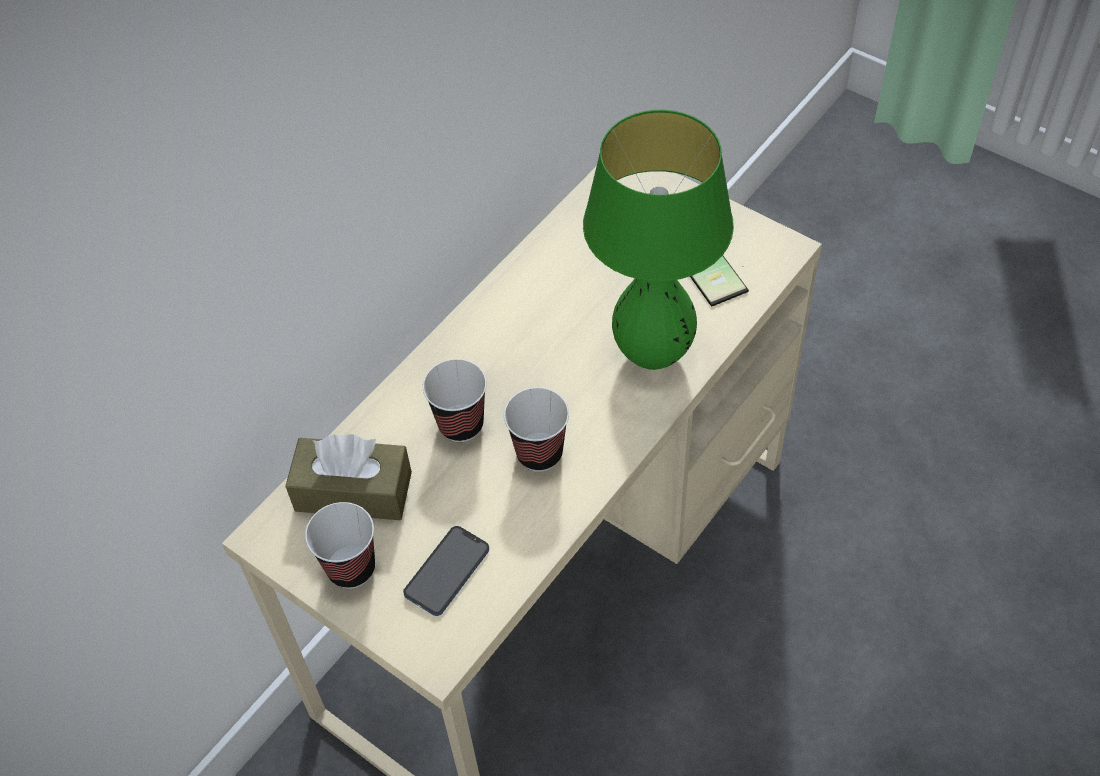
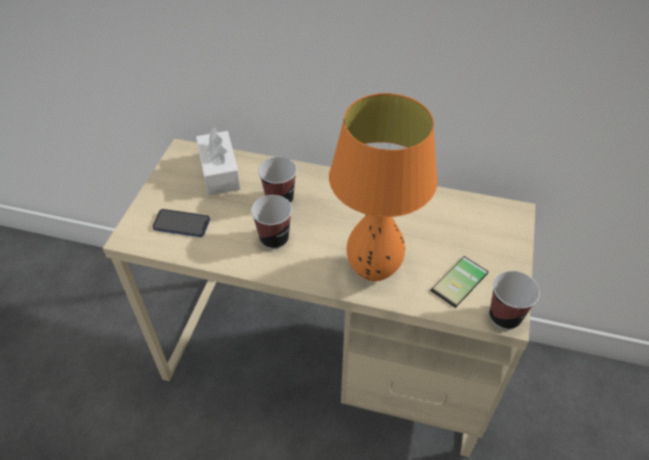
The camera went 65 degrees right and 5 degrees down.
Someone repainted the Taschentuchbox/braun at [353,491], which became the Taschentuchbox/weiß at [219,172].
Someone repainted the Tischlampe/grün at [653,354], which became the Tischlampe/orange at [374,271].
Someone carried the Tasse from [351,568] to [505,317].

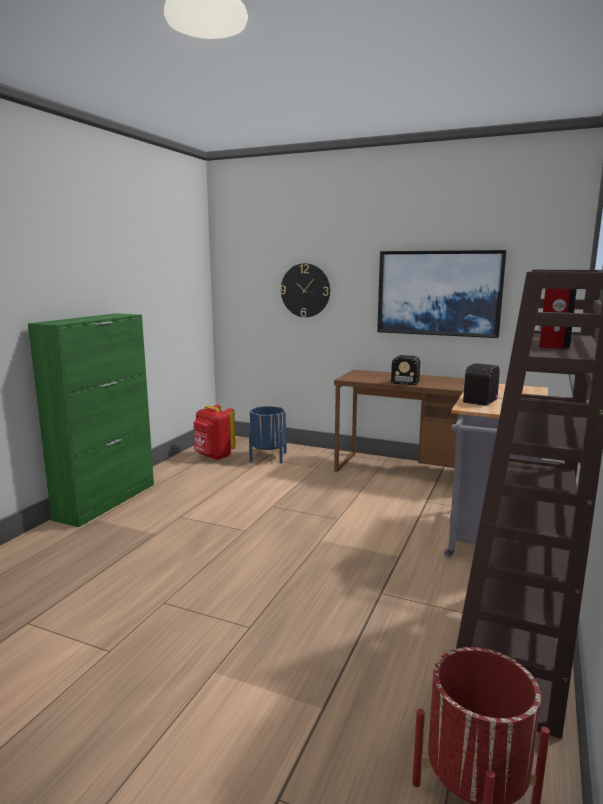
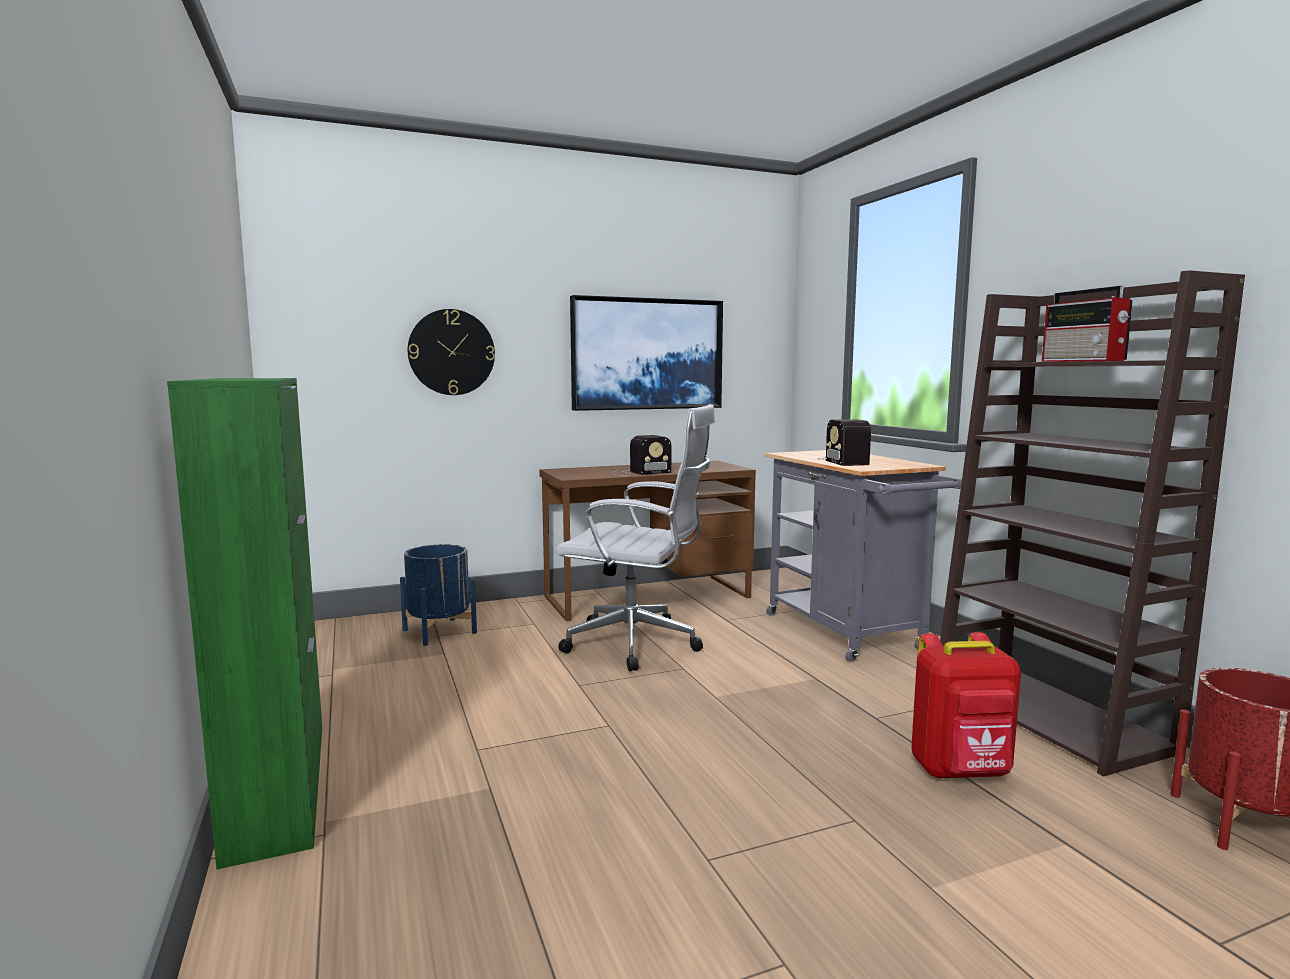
The camera went 45 degrees left and 5 degrees down.
Someone put down the Bürostuhl/weiß at [638,644].
Someone carried the Rucksack/rot from [214,456] to [961,772].

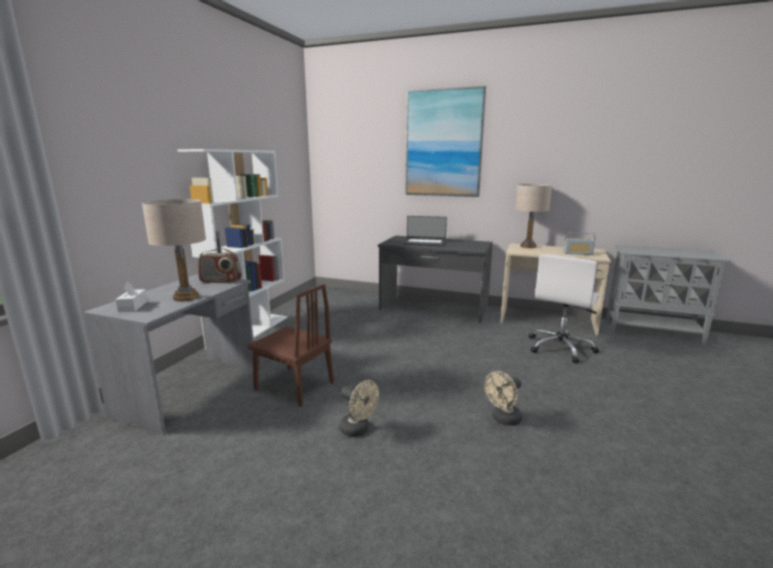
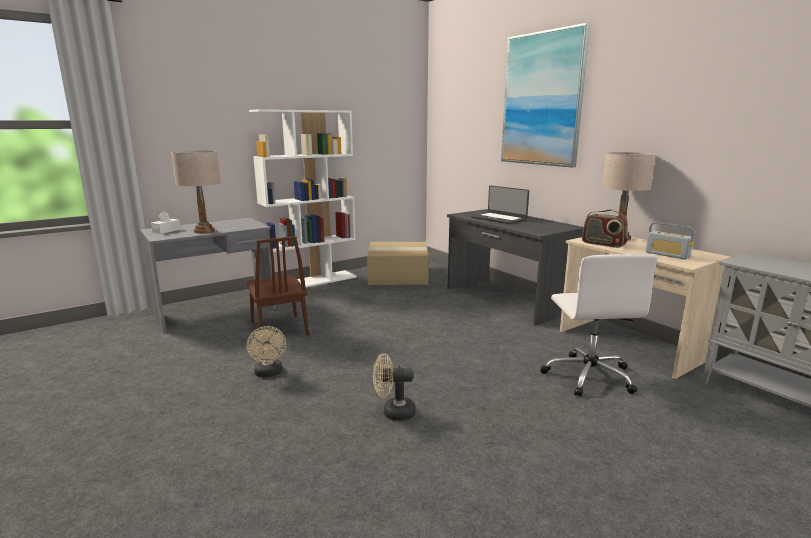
The camera went 35 degrees right and 0 degrees up.
Someone put down the Karton at [397,276].
Someone rotated the Bürostuhl/weiß at [560,348] by 75 degrees counterclockwise.
Someone carried the Radio from [220,281] to [603,244].

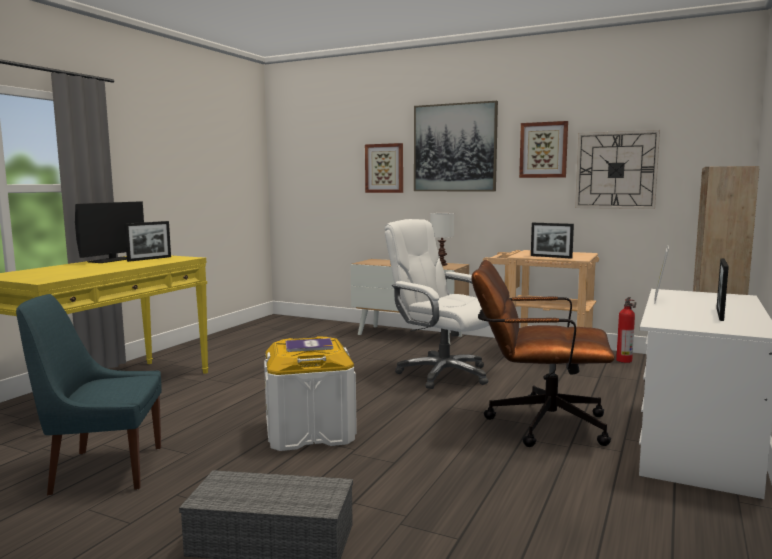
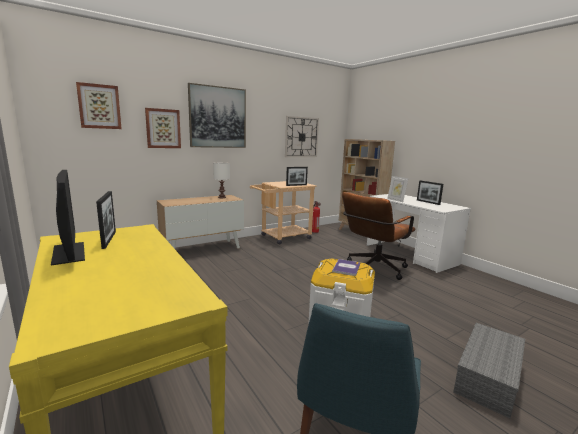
The camera went 60 degrees left and 5 degrees up.
Someone carried the Bild from [543,150] to [99,106].
Someone took away the Bürostuhl/weiß at [443,374].

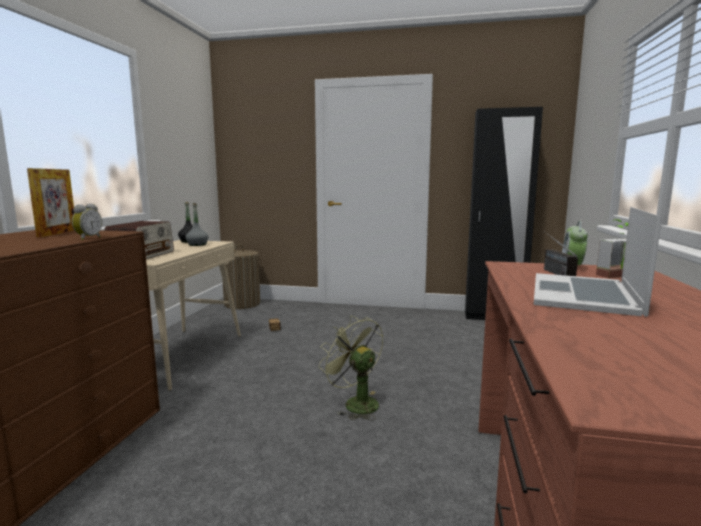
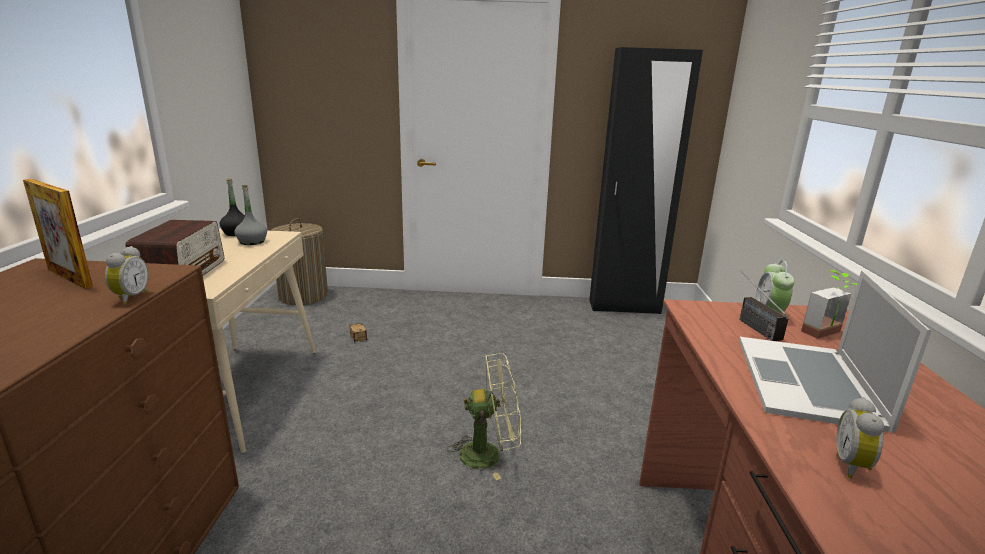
The camera went 10 degrees left and 10 degrees up.
Someone rotated the Bilderrahmen at [57,233] by 135 degrees clockwise.
Someone rotated the Ventilator/grün at [355,403] by 135 degrees clockwise.
Someone put down the Wecker at [853,466].

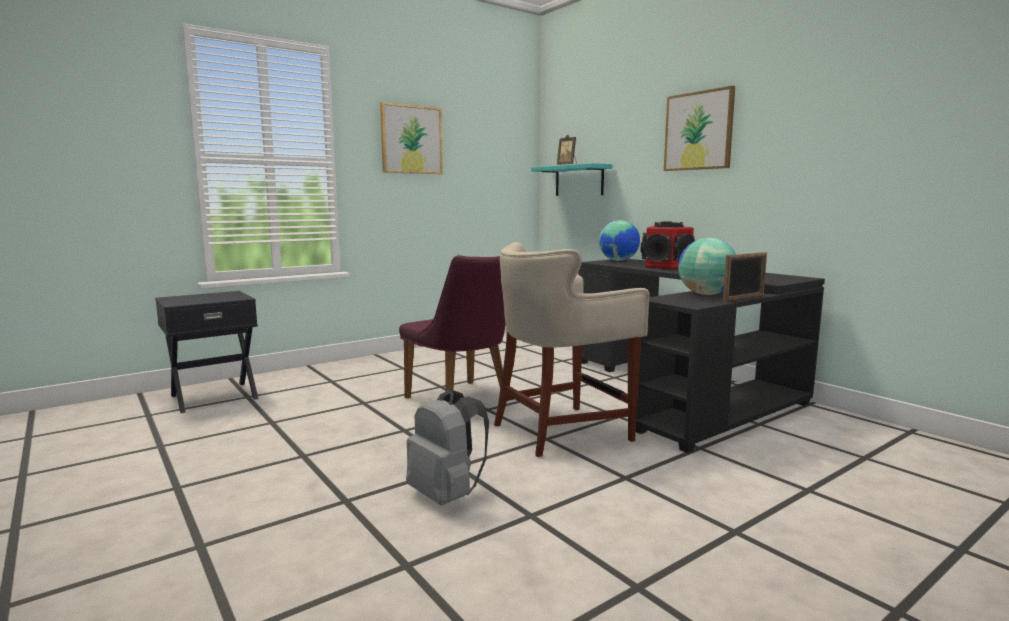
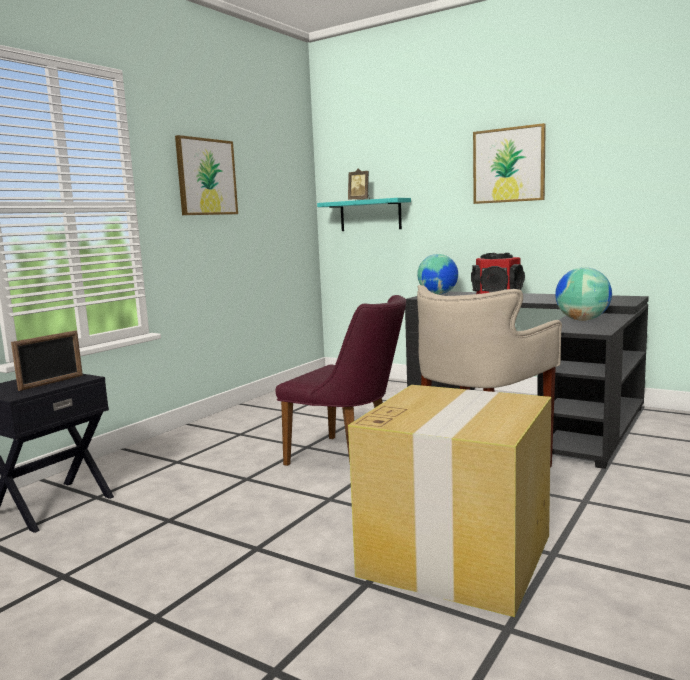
The camera went 20 degrees left and 0 degrees up.
Someone carried the Bilderrahmen from [743,299] to [51,382].
Someone swapped the Rucksack/grau at [447,495] for the Karton at [457,554].

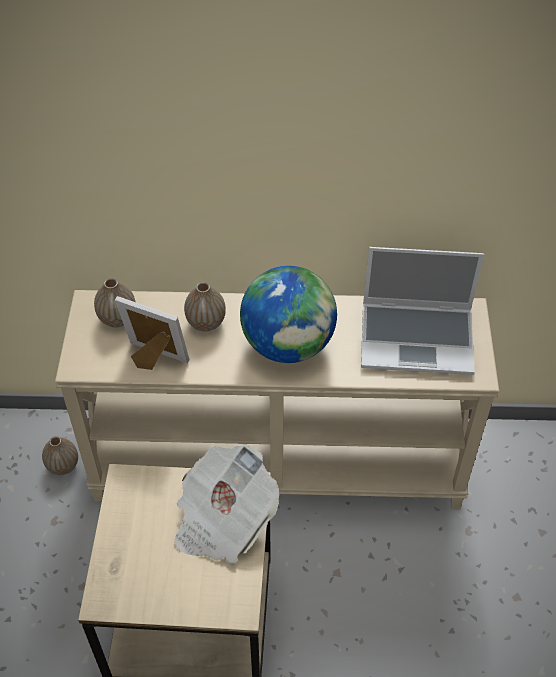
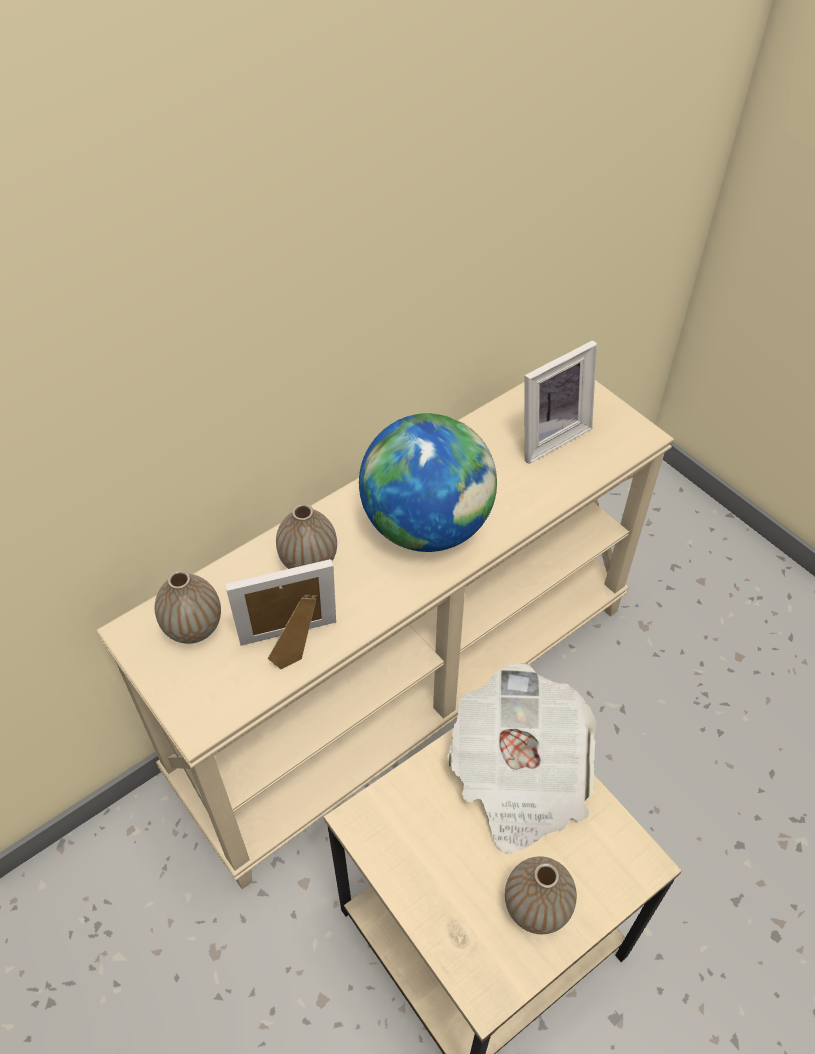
The camera went 40 degrees left and 0 degrees up.
Someone carried the Vase from [63,466] to [536,907].
Someone swapped the Laptop at [418,338] for the Bilderrahmen at [548,435].

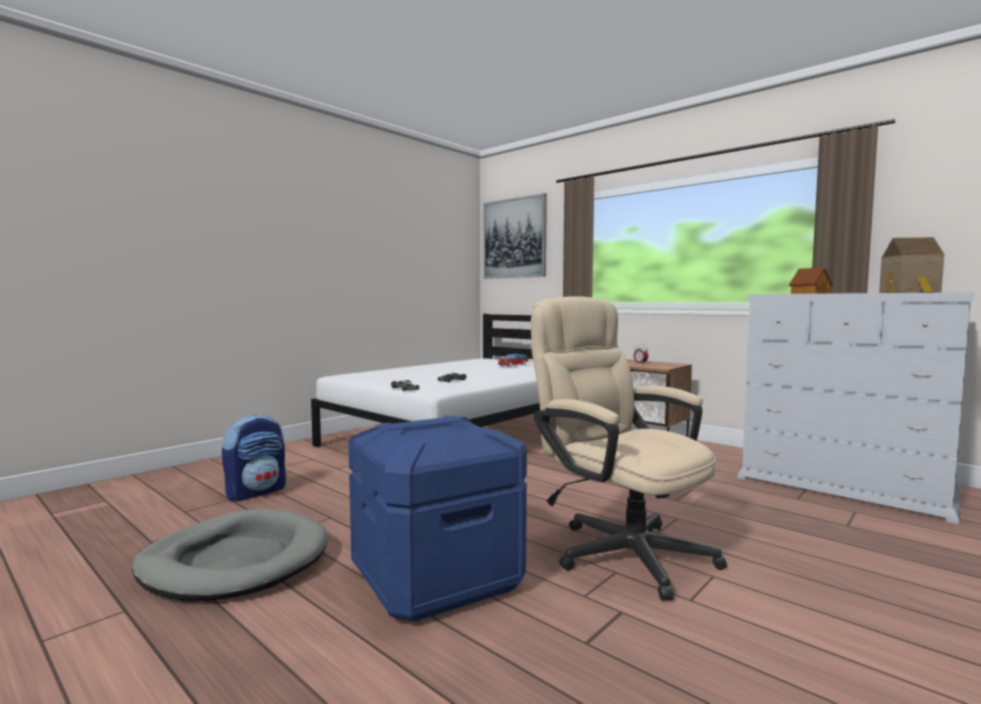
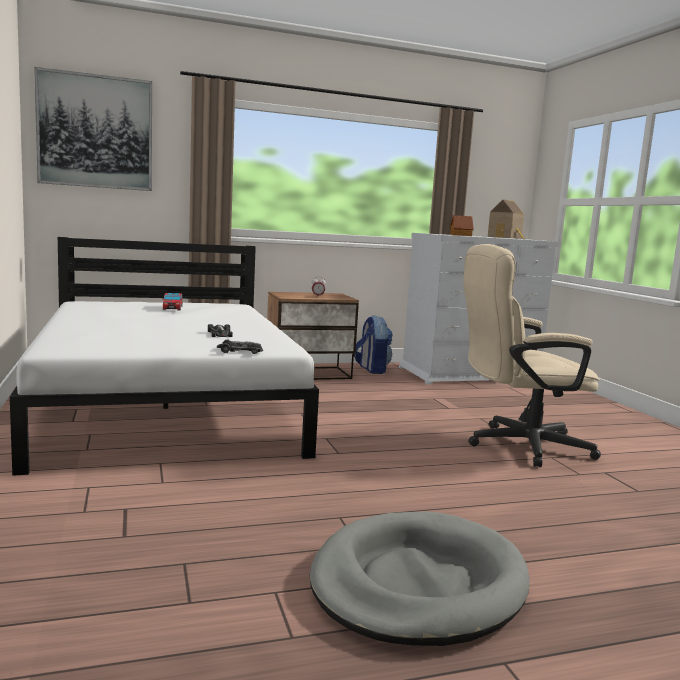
The camera went 60 degrees left and 5 degrees up.
Someone carried the Rucksack from [256,492] to [371,369].
Someone took away the Aufbewahrungsbox/blau at [436,578].

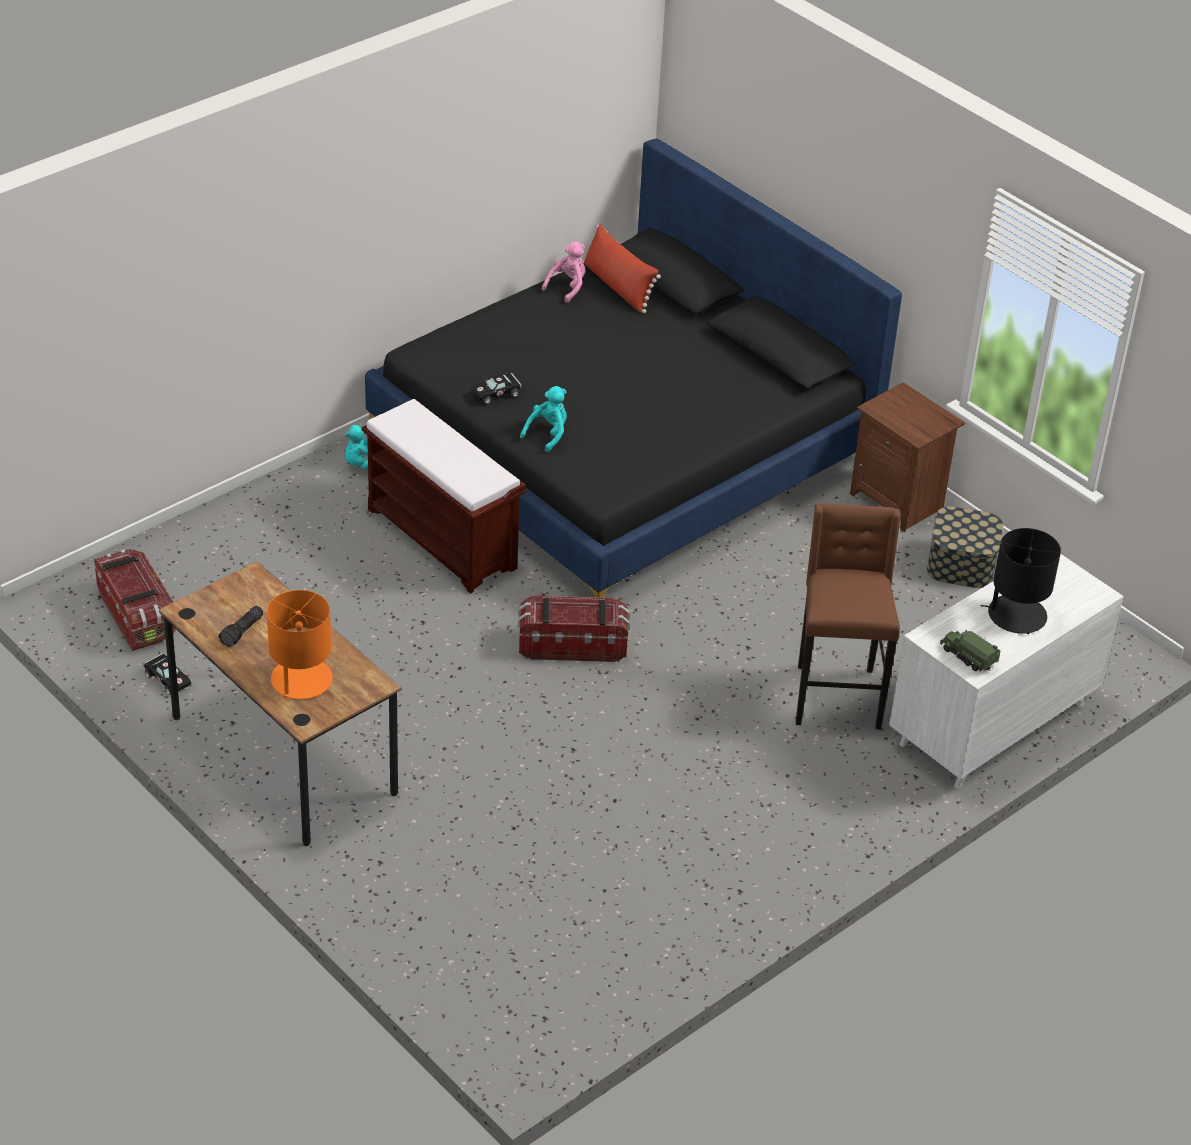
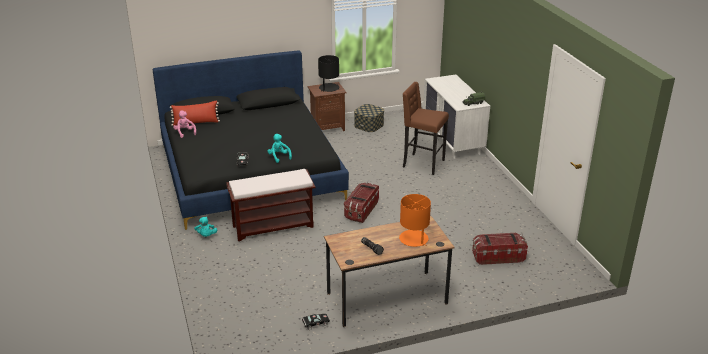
The camera went 65 degrees left and 10 degrees down.
Someone carried the Tischlampe/schwarz from [1016,615] to [329,88].
Someone carried the Aufbewahrungsbox from [137,616] to [498,257].

